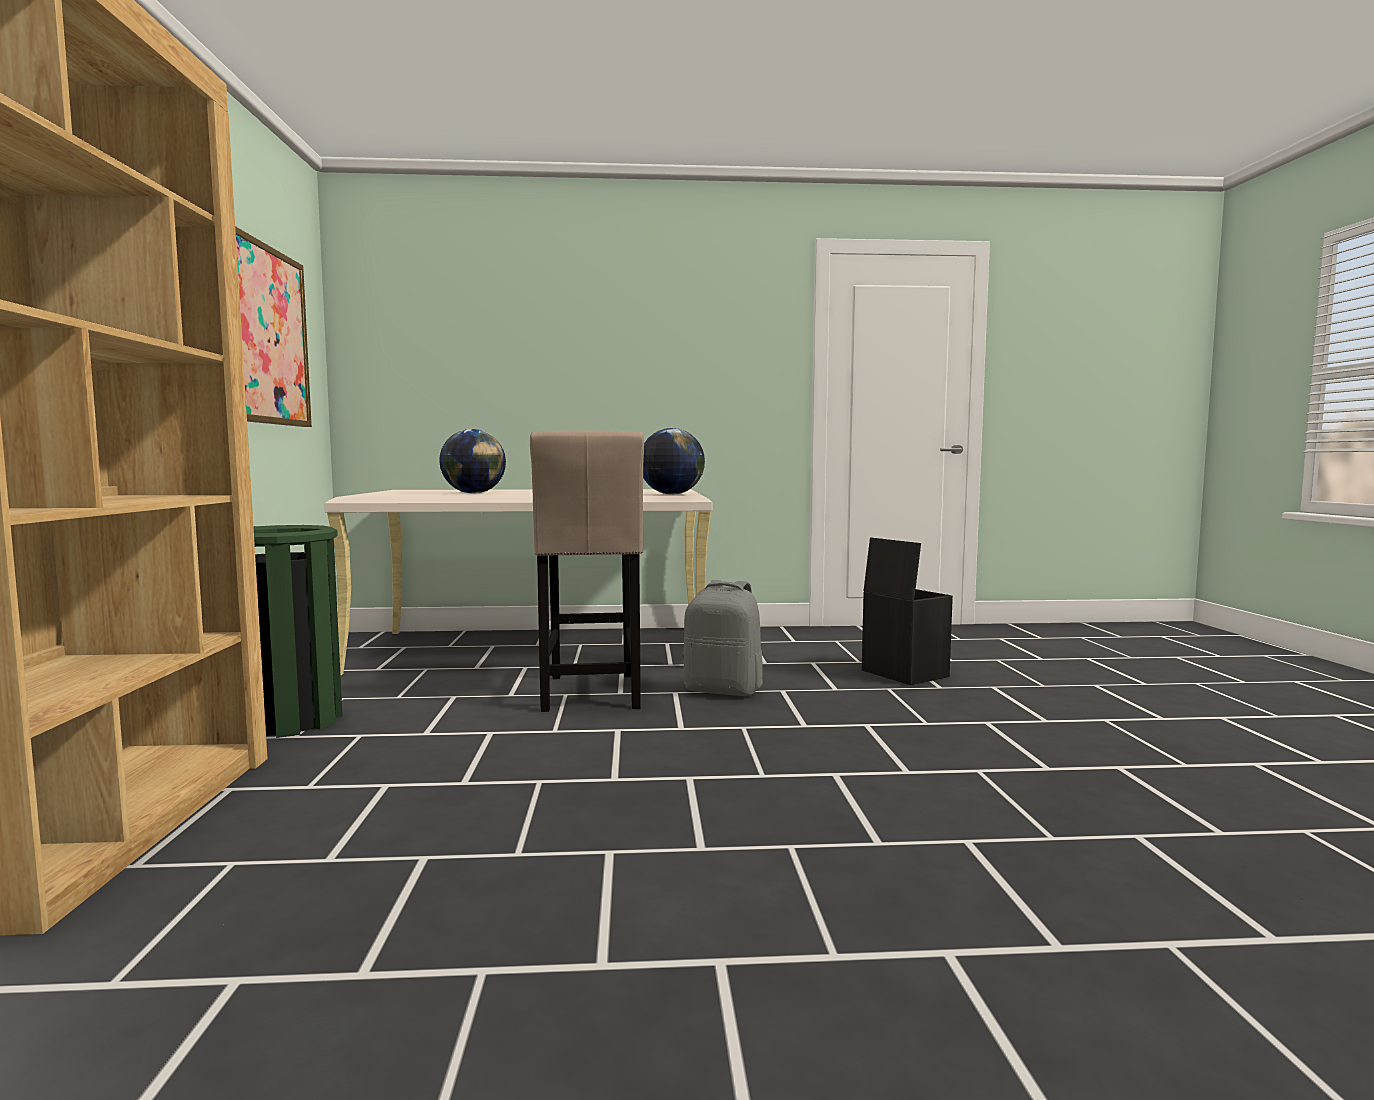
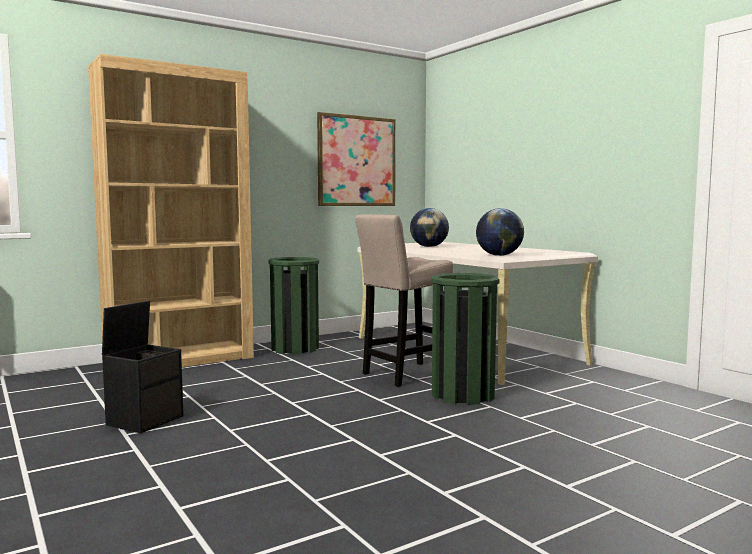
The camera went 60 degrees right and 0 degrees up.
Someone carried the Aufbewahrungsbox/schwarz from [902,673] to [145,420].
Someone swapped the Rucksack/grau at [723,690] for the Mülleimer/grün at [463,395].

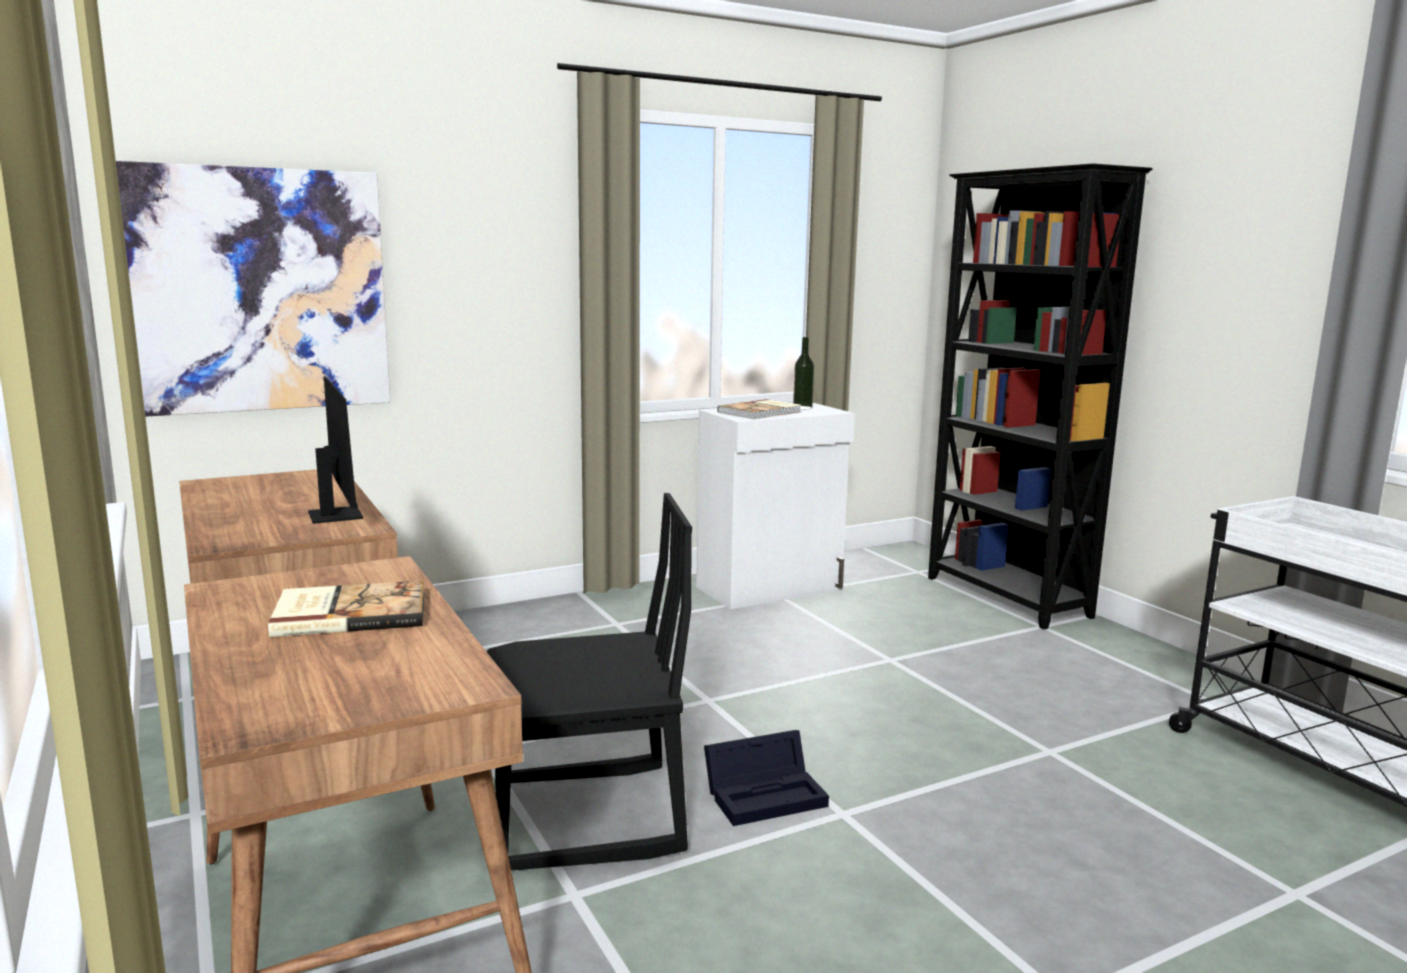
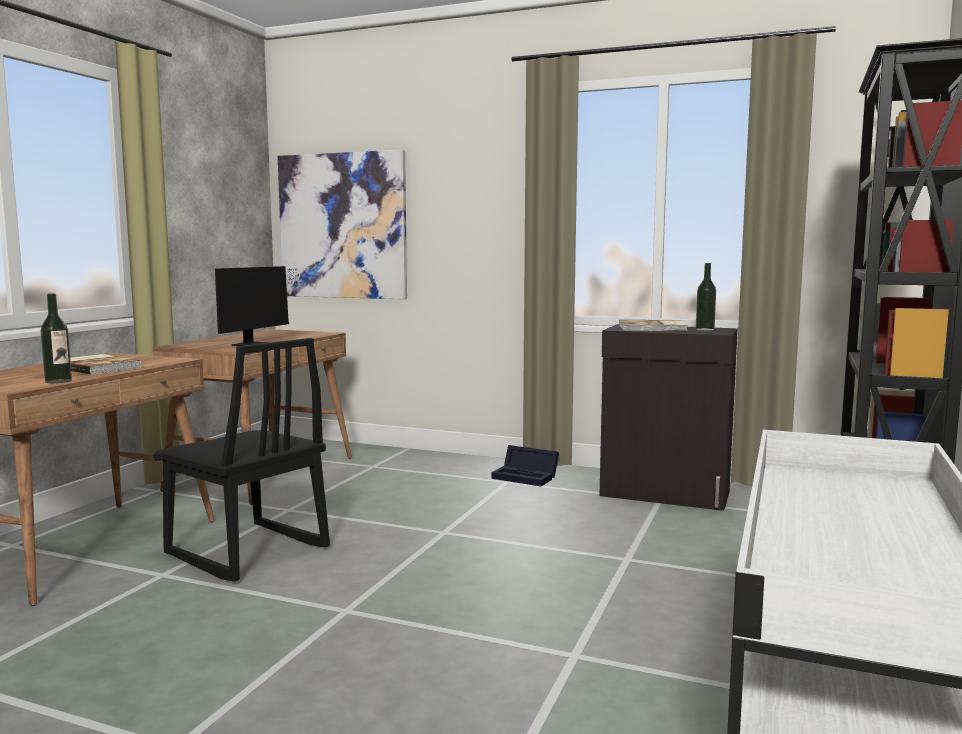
The camera went 50 degrees right and 5 degrees down.
Someone put down the Flasche at [58,381].
Someone carried the Aufbewahrungsbox/schwarz from [767,794] to [527,477].
Someone repainted the Schrank/weiß at [771,589], which became the Schrank/schwarz at [665,494].

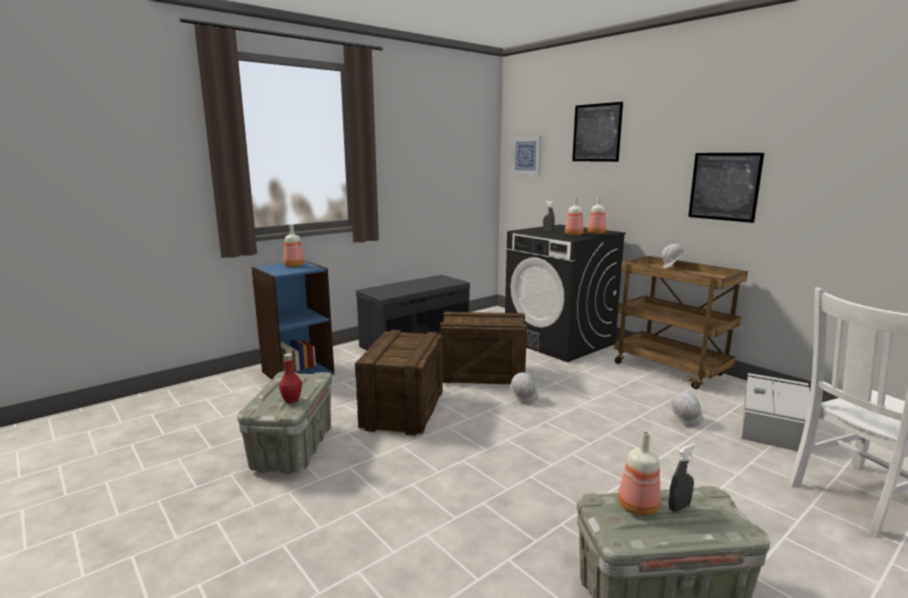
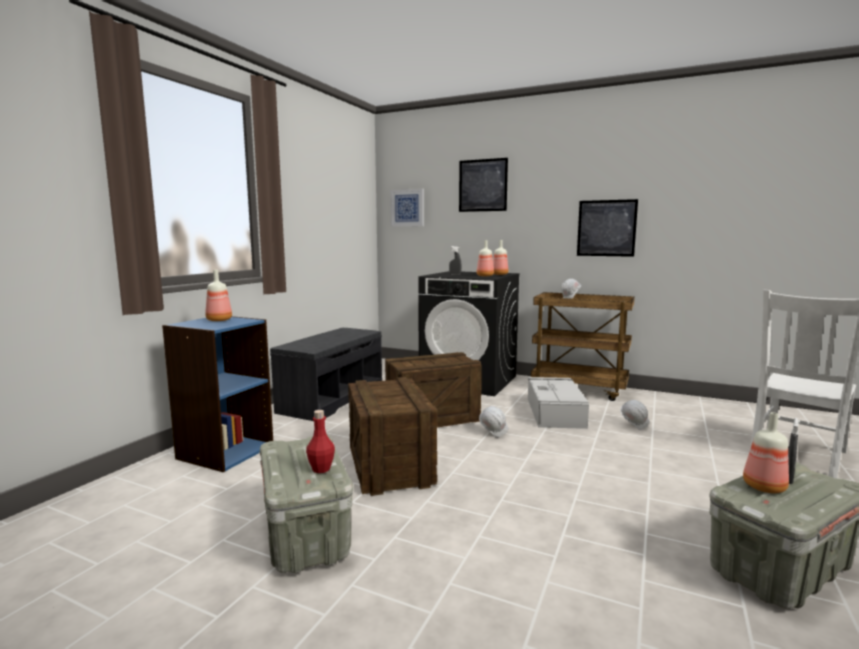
The camera went 25 degrees left and 5 degrees down.
Someone carried the Aufbewahrungsbox/grau from [773,422] to [554,412].

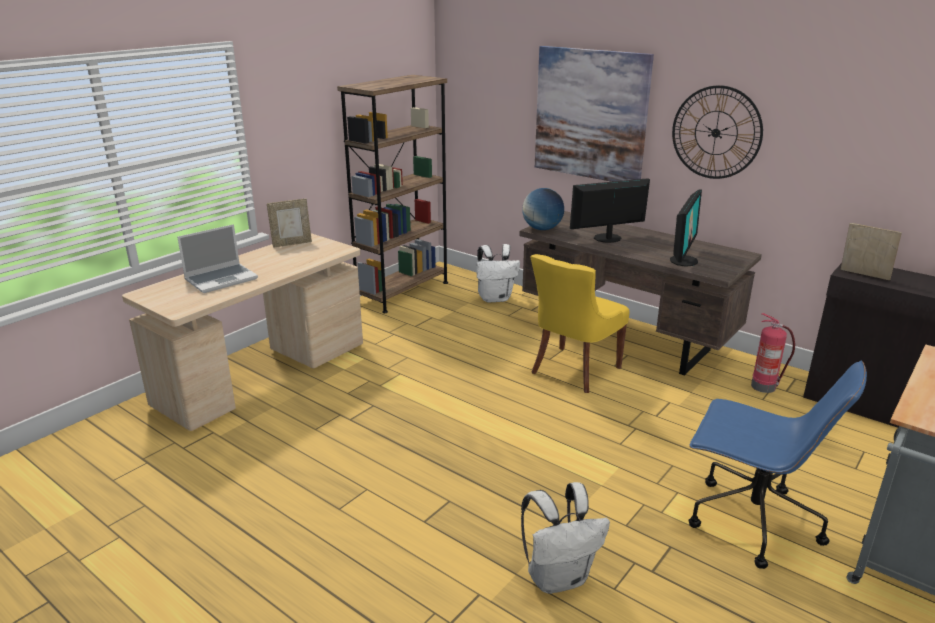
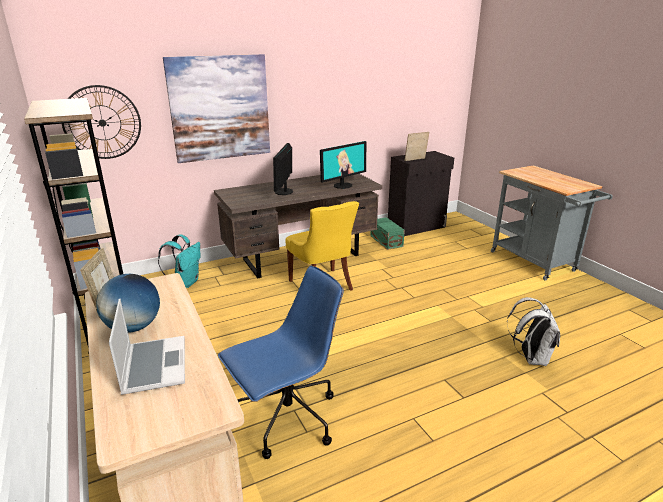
The camera went 65 degrees left and 0 degrees up.
Someone carried the Wanduhr from [716,133] to [102,122].
Someone carried the Globus from [542,229] to [134,327].
Someone repainted the Rucksack/weiß at [495,298], which became the Rucksack/türkis at [186,282].
Someone carried the Bürostuhl/blau from [750,521] to [287,420].
Someone rotated the Monitor at [683,260] by 90 degrees clockwise.
Someone swapped the Feuerlöscher at [764,387] for the Aufbewahrungsbox/grün at [386,241].

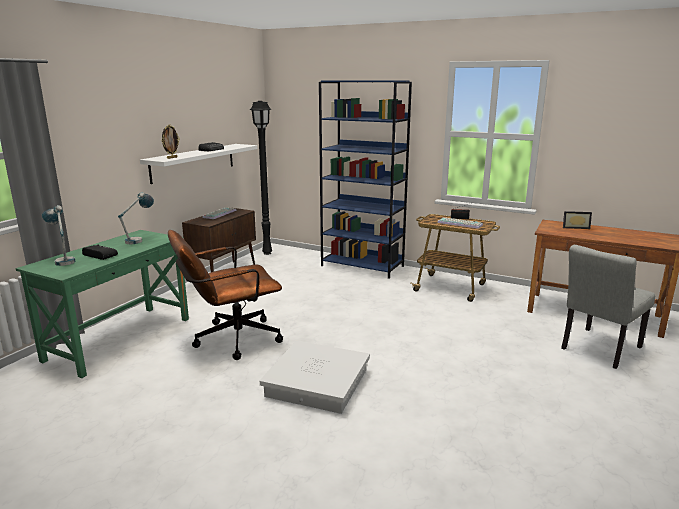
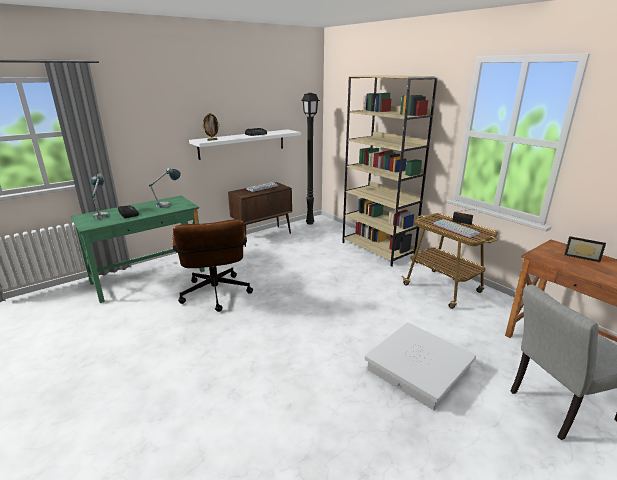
The camera went 25 degrees right and 5 degrees up.
Someone rotated the Bürostuhl/braun at [230,340] by 105 degrees counterclockwise.
Someone repainted the Bücherregal/blau at [363,266], which became the Bücherregal/beige at [378,249].
Someone carried the Aufbewahrungsbox/weiß from [318,383] to [419,369].

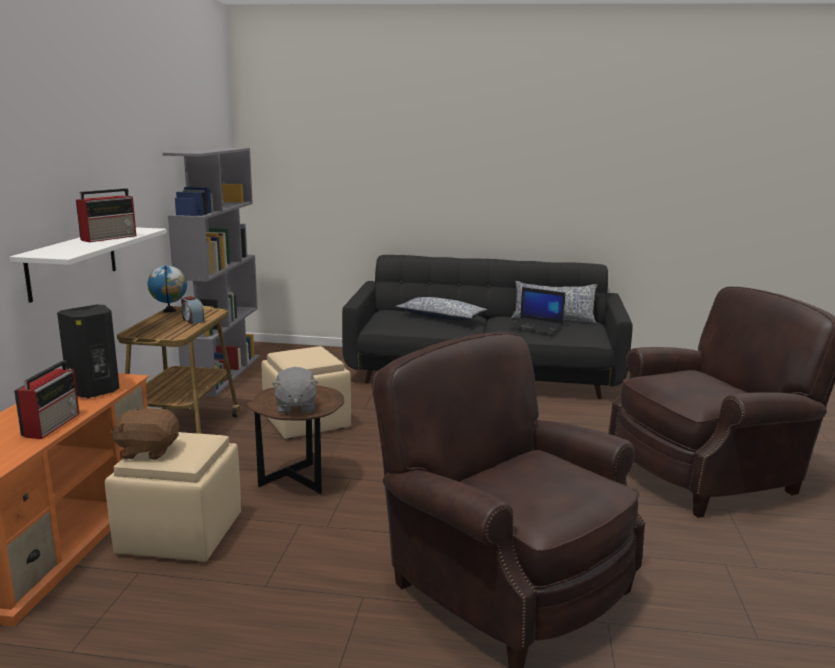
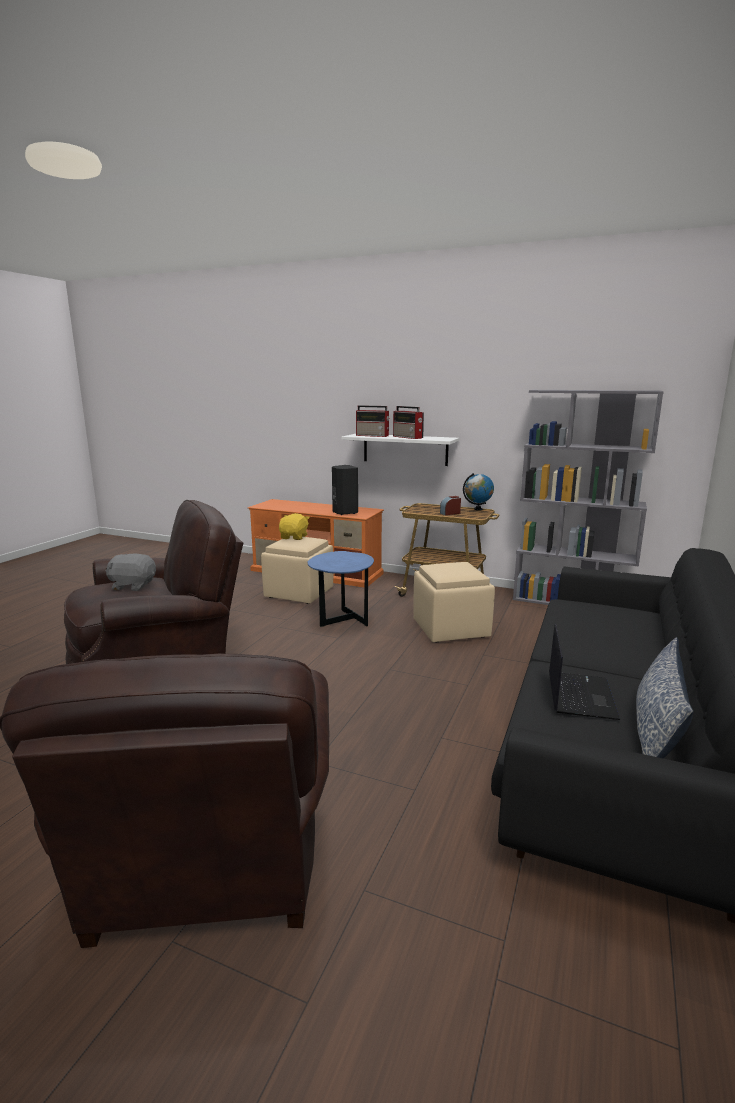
The camera went 105 degrees right and 0 degrees up.
Someone carried the Plüschtier/grau from [295,407] to [133,586].
Someone repainted the Plüschtier/braun at [148,451], which became the Plüschtier/gelb at [294,537].
Someone repainted the Beistelltisch/braun at [300,482], which became the Beistelltisch/blau at [342,622].
Someone carried the Radio from [52,424] to [373,435].
Someone rotated the Laptop at [537,326] by 150 degrees clockwise.
Someone took away the Kissen at [441,317].

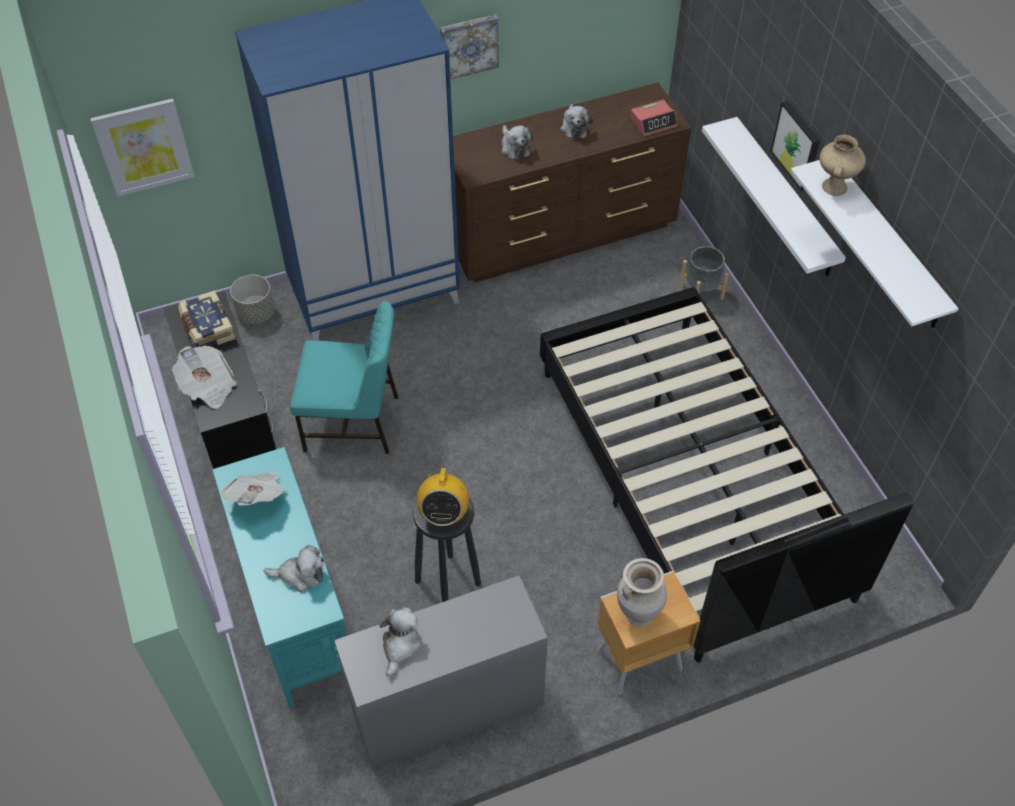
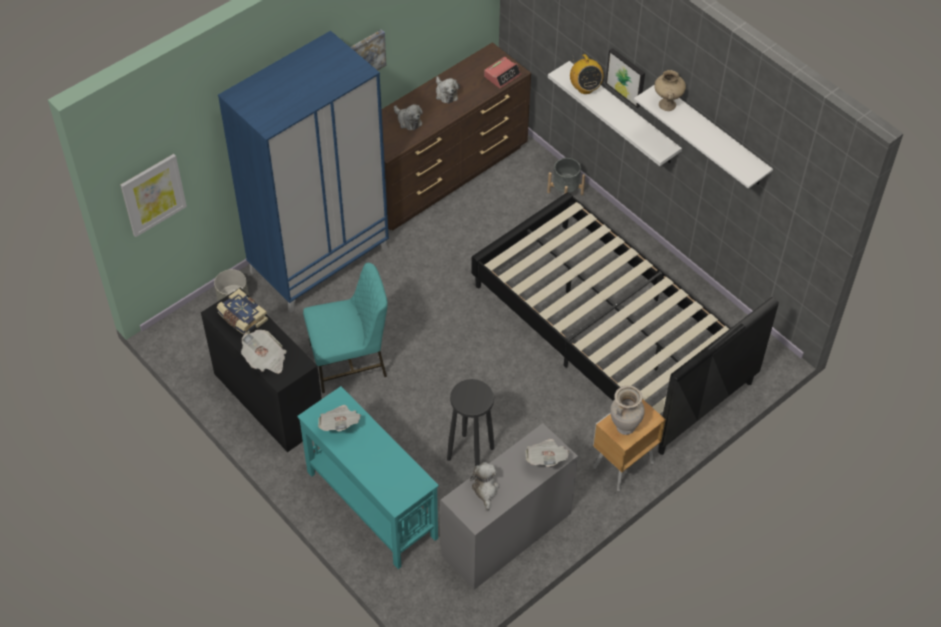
The camera went 20 degrees left and 0 degrees up.
Someone put down the Zeitung at [546,459].
Someone carried the Radio from [444,514] to [585,88].
Someone took away the Plüschtier at [300,575].

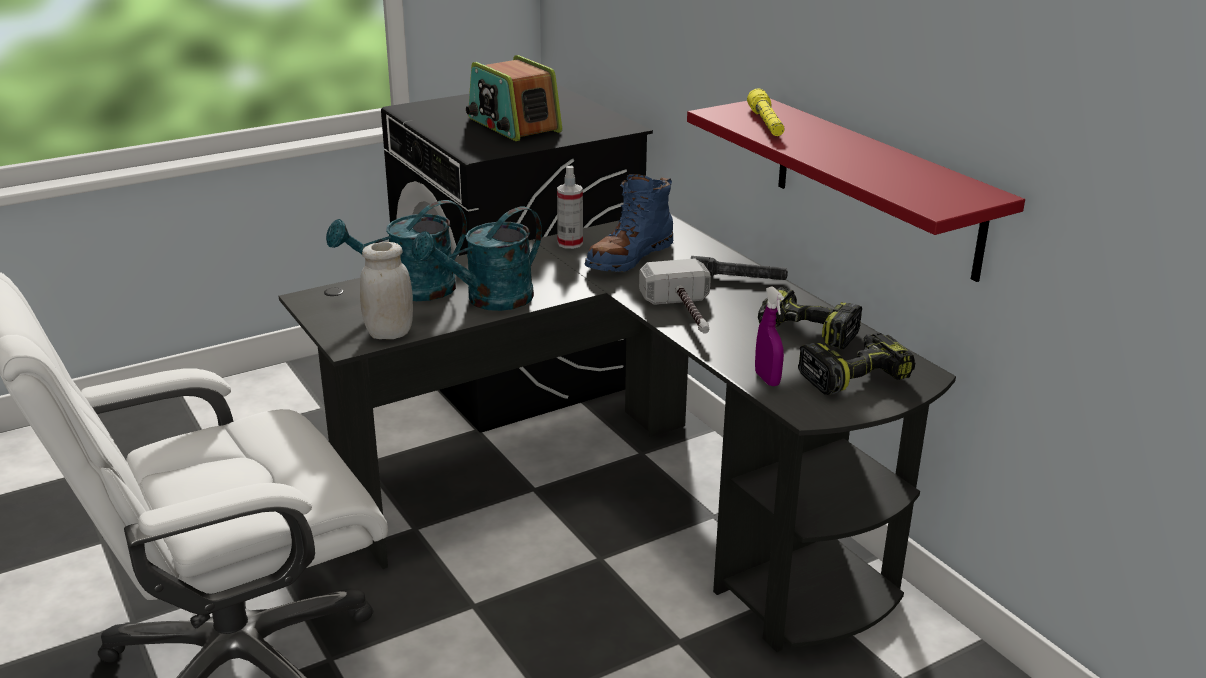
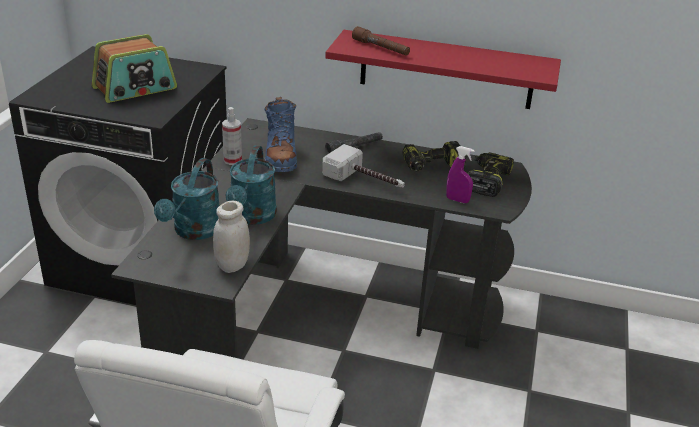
The camera went 45 degrees left and 5 degrees up.
Someone rotated the Radio at [513,125] by 45 degrees counterclockwise.
Someone repainted the Taschenlampe/gelb at [766,124], which became the Taschenlampe/braun at [381,48].

